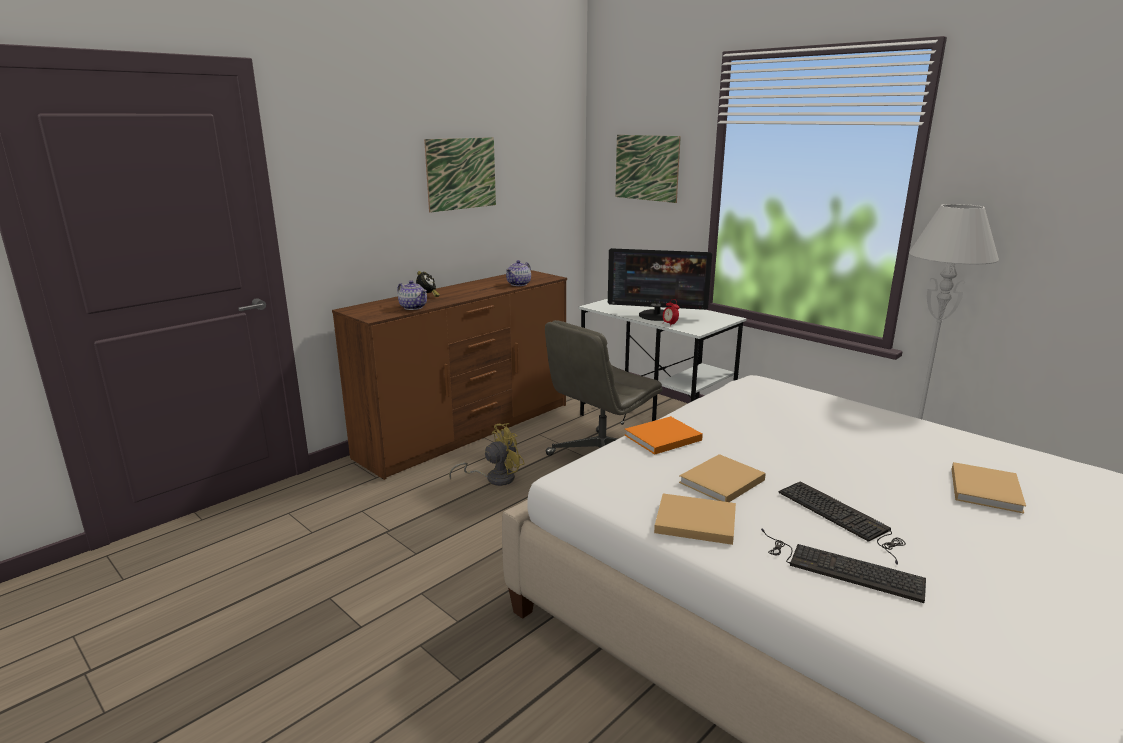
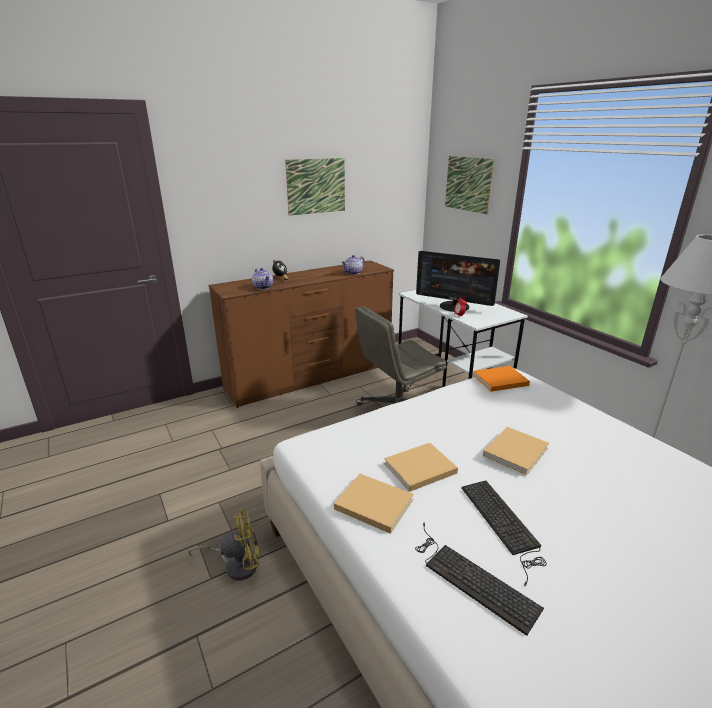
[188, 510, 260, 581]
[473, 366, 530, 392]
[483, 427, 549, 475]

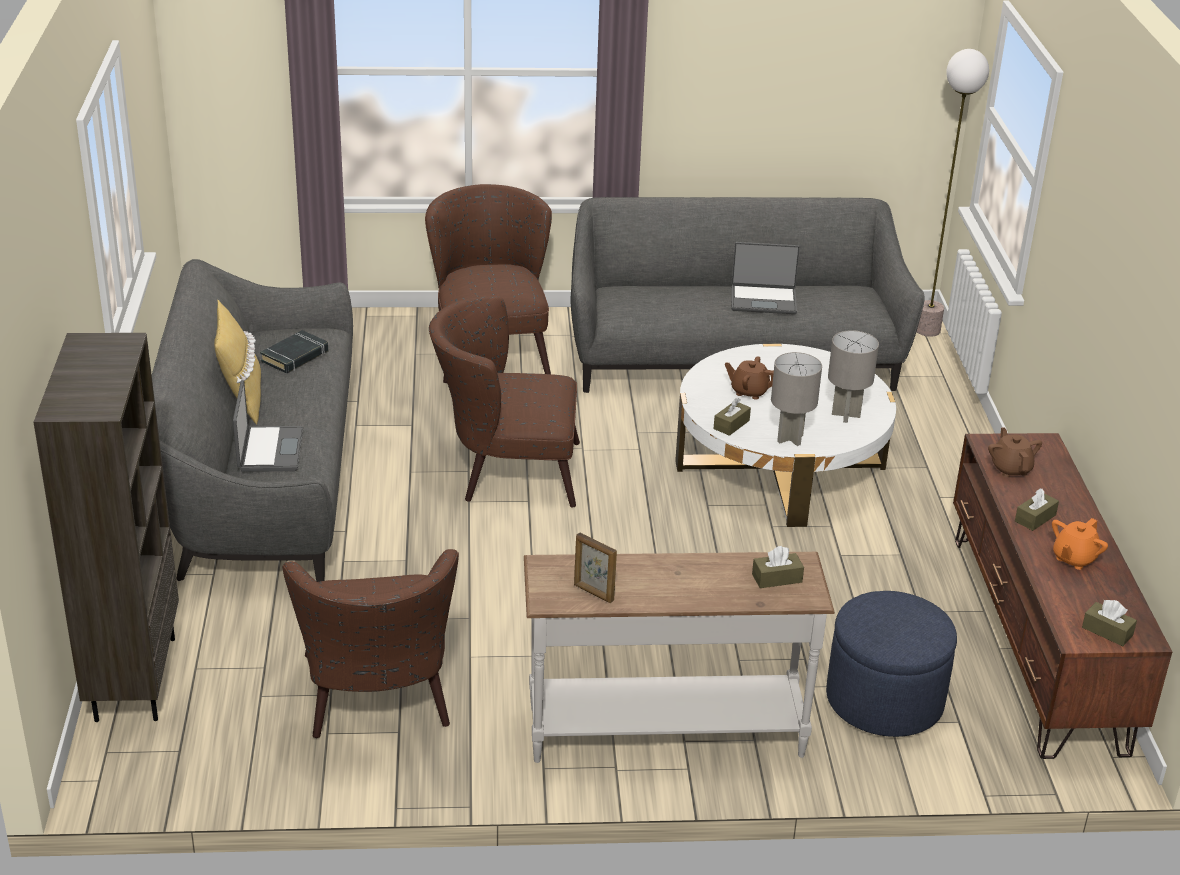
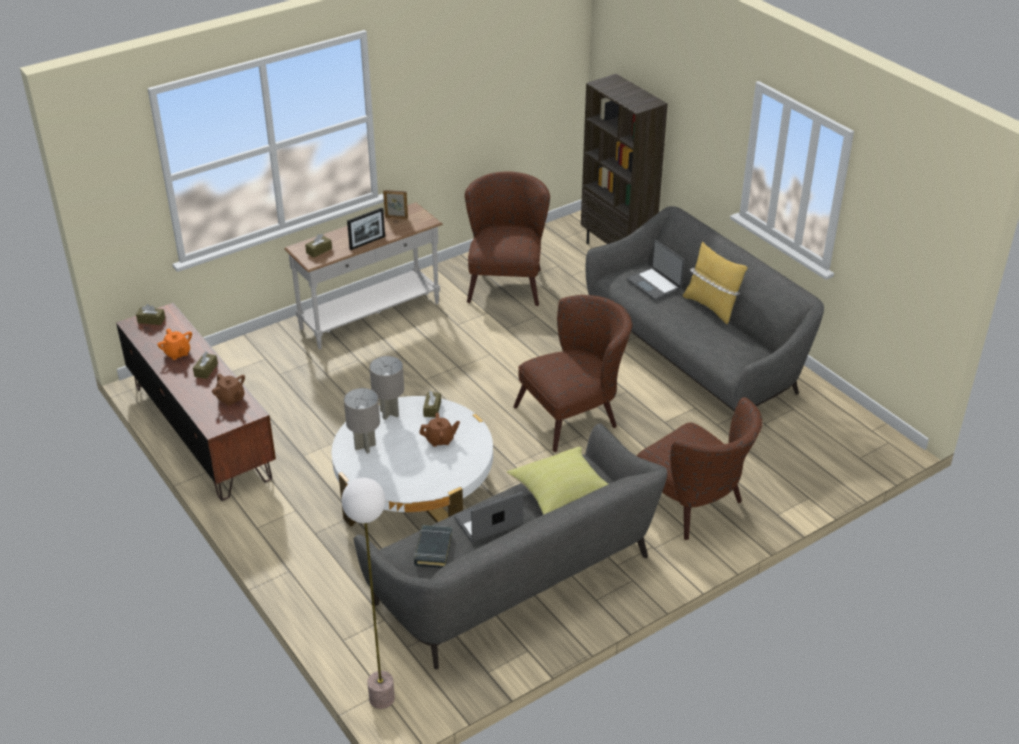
[414, 525, 452, 568]
[465, 171, 550, 306]
[826, 591, 957, 737] (first image)
[157, 328, 192, 360]
[347, 208, 385, 250]
[507, 447, 608, 515]

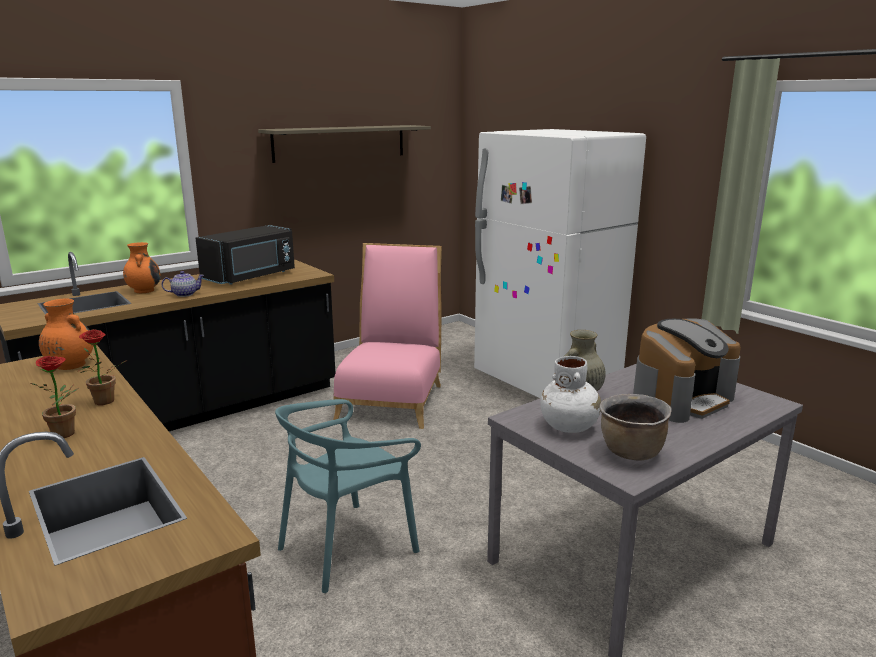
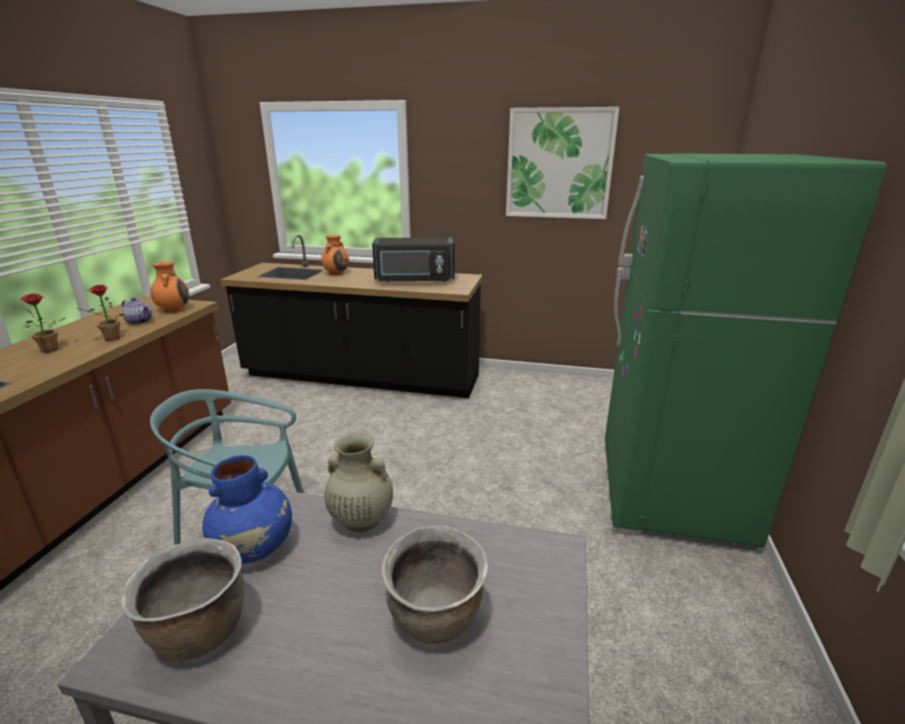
[122, 297, 152, 325]
[506, 107, 619, 219]
[333, 243, 442, 429] (first image)
[605, 153, 887, 551]
[202, 455, 292, 564]
[381, 526, 488, 644]

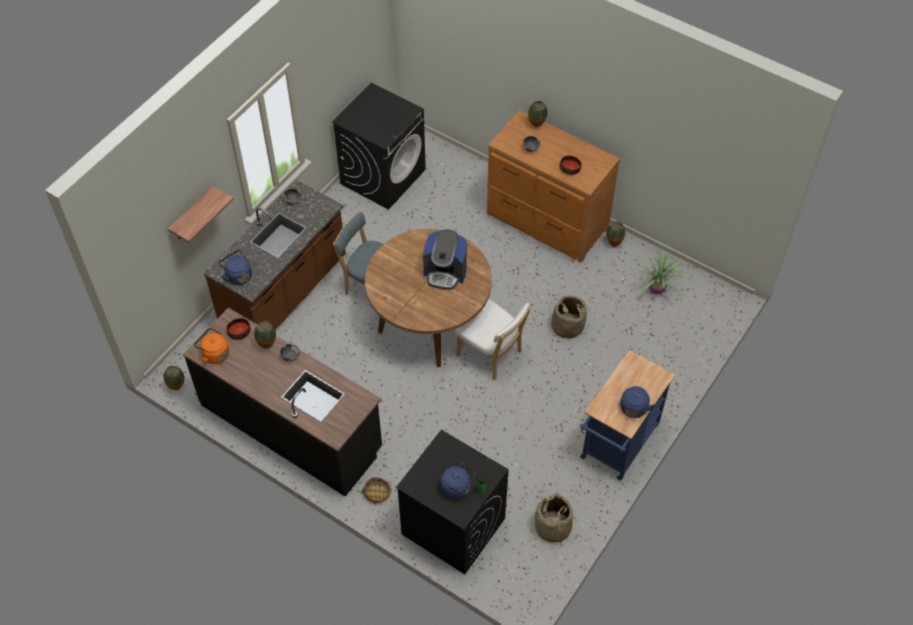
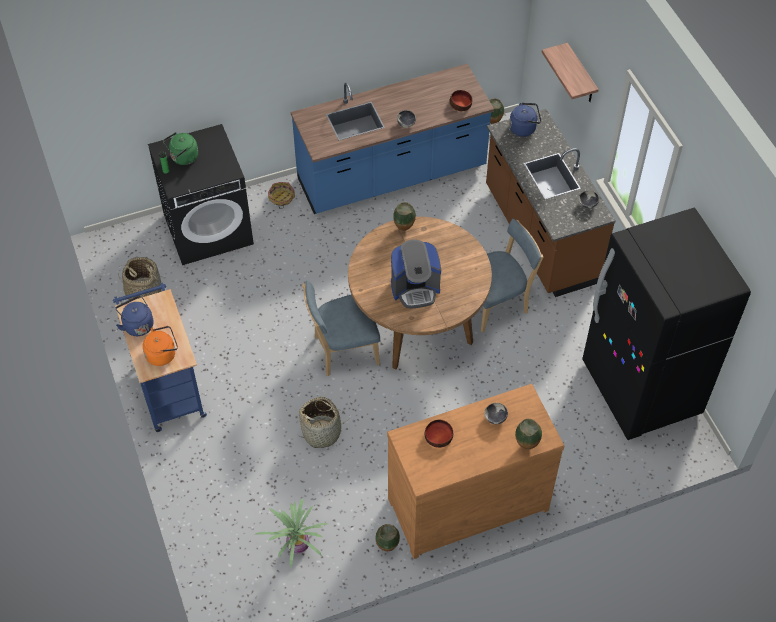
[291, 64, 494, 214]
[143, 326, 178, 366]
[393, 202, 416, 231]
[582, 208, 751, 440]
[391, 239, 441, 308]
[163, 132, 198, 165]
[302, 280, 380, 376]

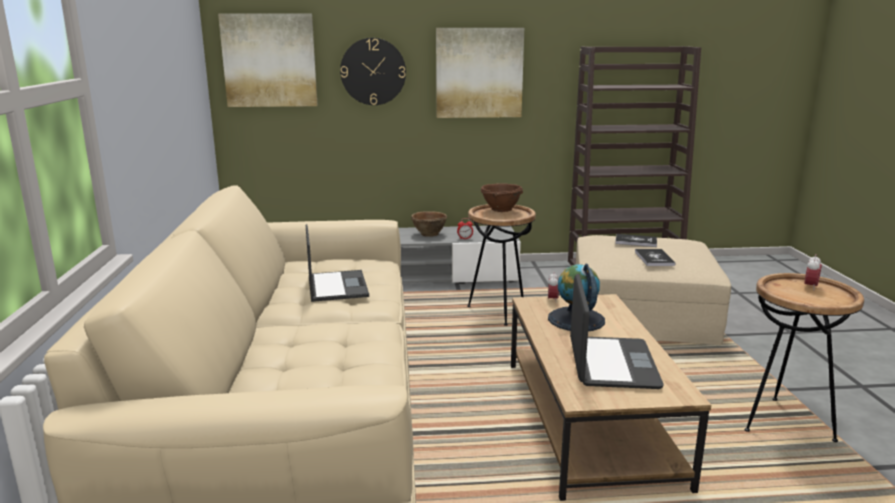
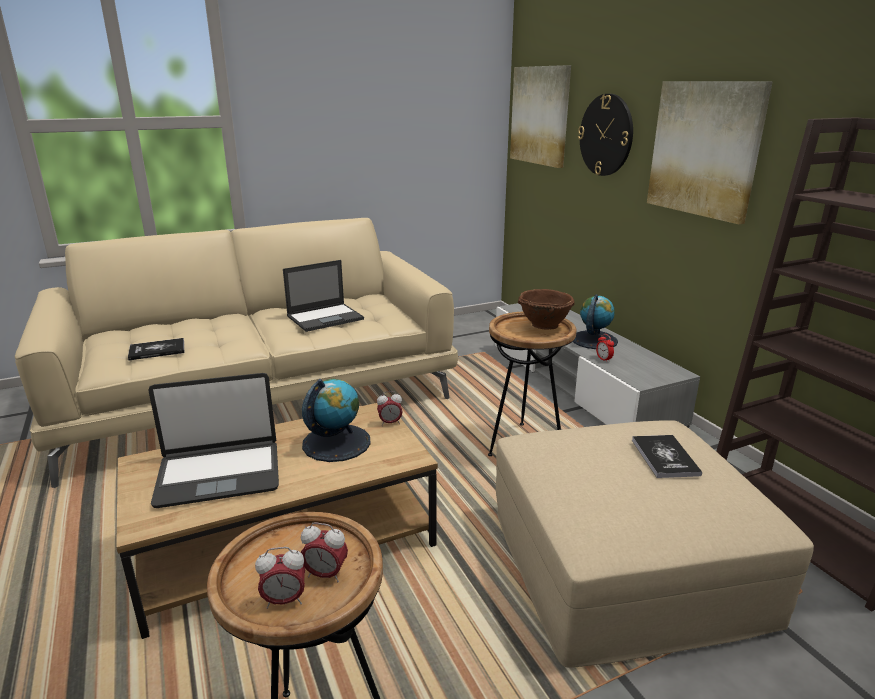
[573, 294, 618, 349]
[128, 338, 184, 360]
[255, 547, 305, 609]

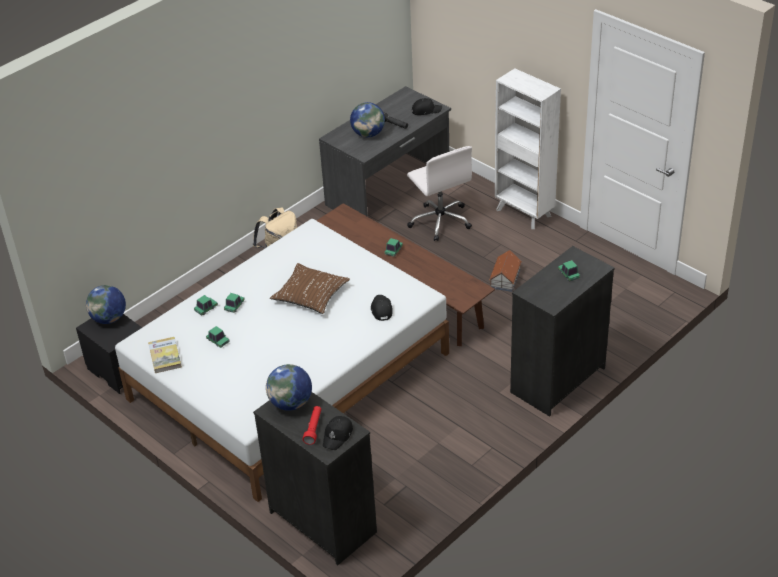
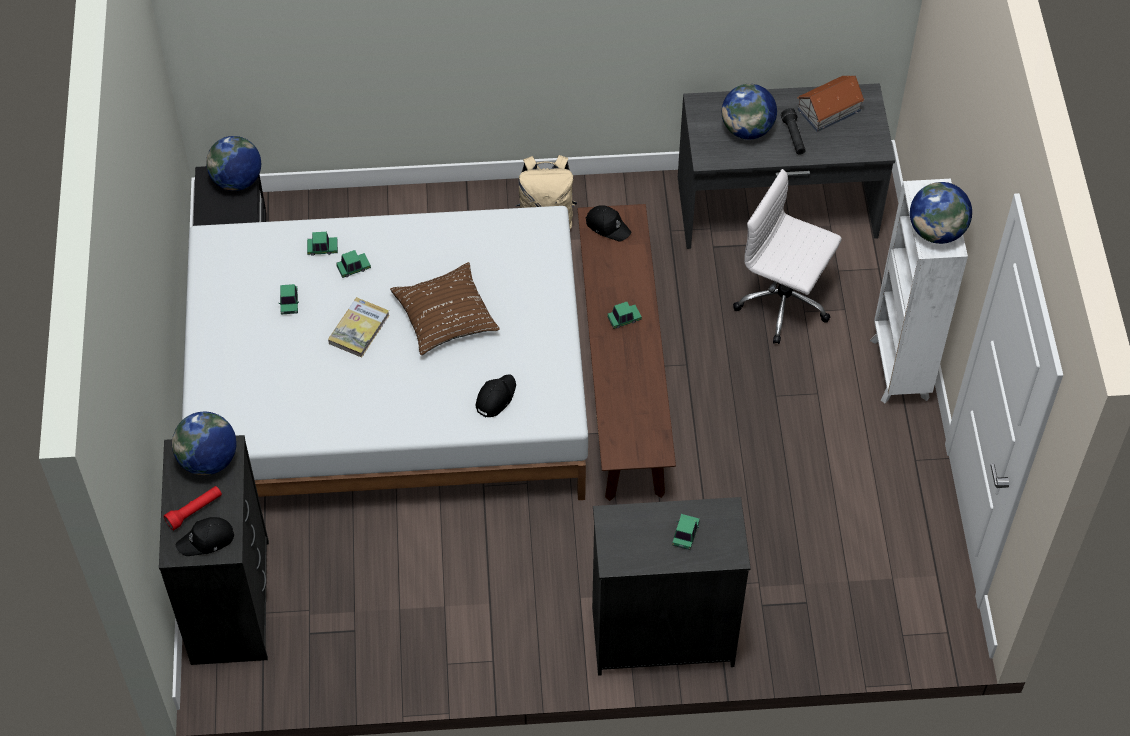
[328, 297, 389, 358]
[733, 169, 842, 344]
[586, 205, 631, 242]
[797, 76, 865, 132]
[910, 182, 972, 244]

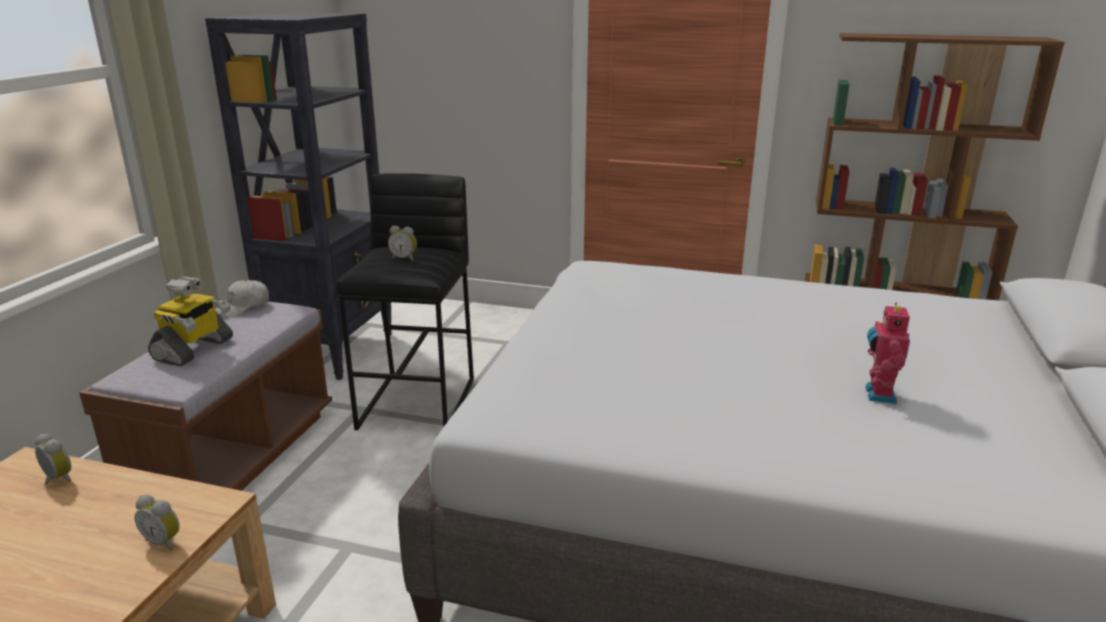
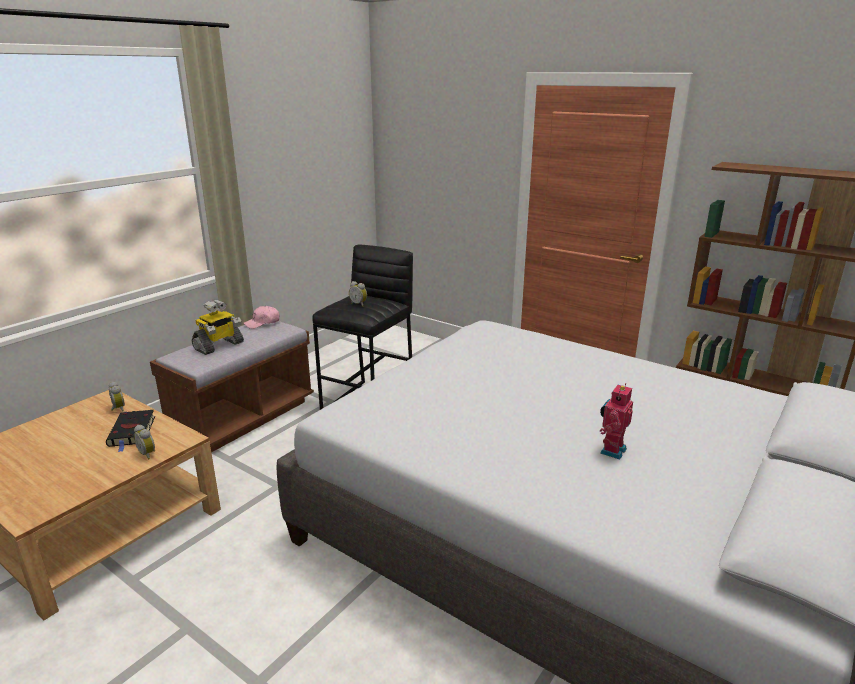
[205, 12, 392, 380] (first image)
[243, 306, 280, 329]
[106, 410, 155, 452]

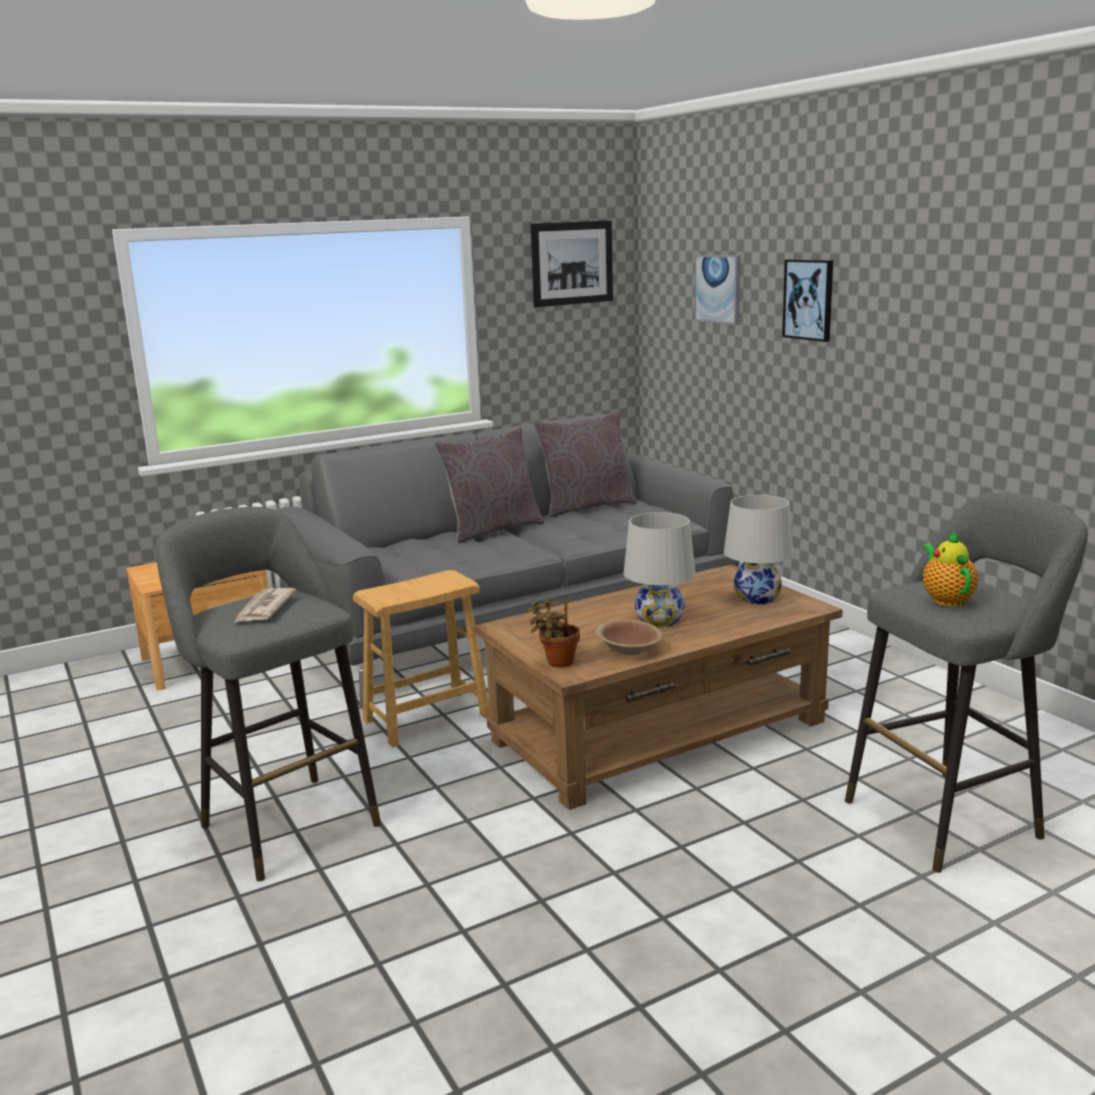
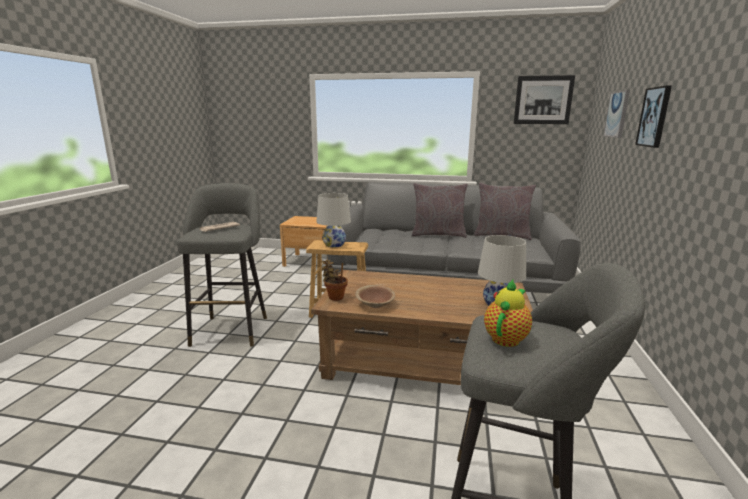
[316, 193, 351, 247]

